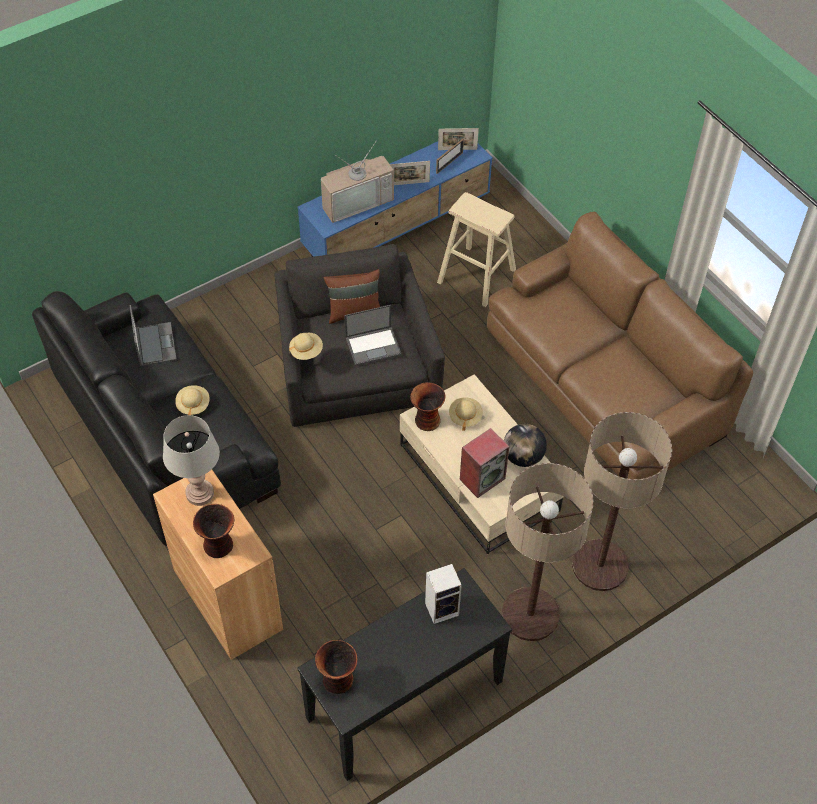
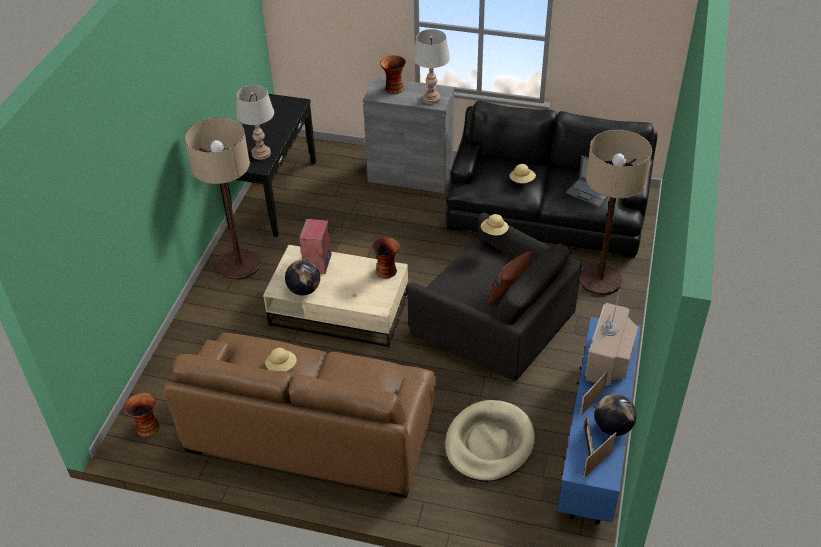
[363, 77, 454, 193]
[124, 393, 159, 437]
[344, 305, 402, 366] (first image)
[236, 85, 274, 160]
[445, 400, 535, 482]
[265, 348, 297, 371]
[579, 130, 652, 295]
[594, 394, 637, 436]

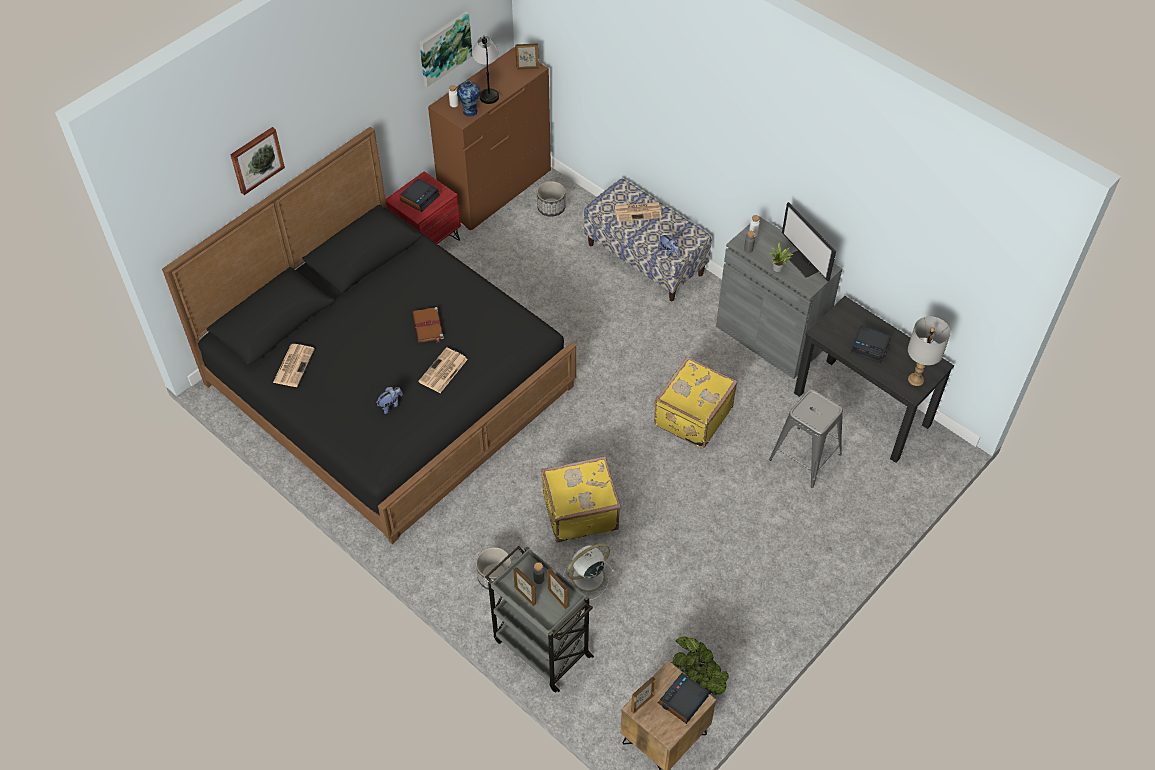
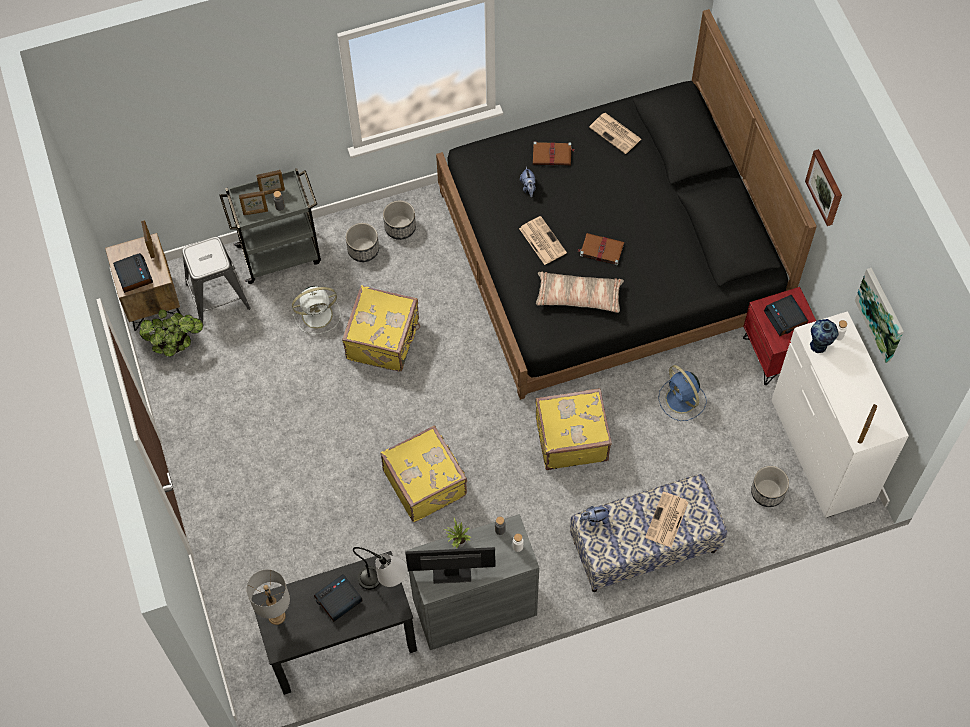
[805, 149, 842, 226]
[772, 311, 909, 518]
[353, 547, 408, 590]
[292, 286, 341, 334]
[182, 237, 250, 323]
[383, 201, 416, 240]
[533, 142, 574, 166]
[535, 388, 612, 470]
[536, 272, 624, 313]
[658, 365, 707, 421]

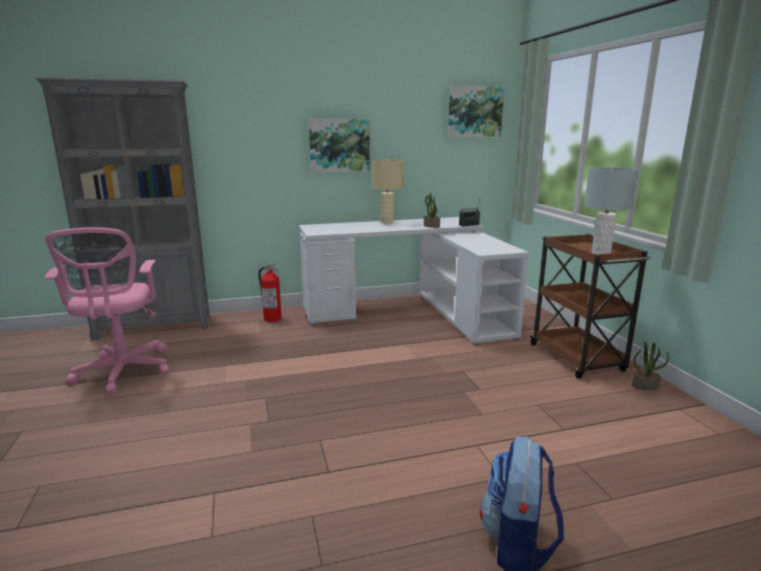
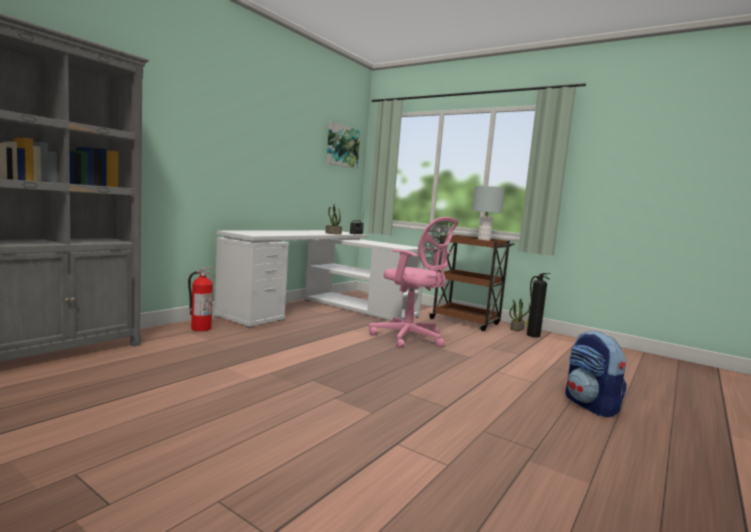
[369, 217, 459, 348]
[309, 119, 370, 173] (first image)
[372, 160, 404, 223] (first image)
[526, 273, 551, 337]

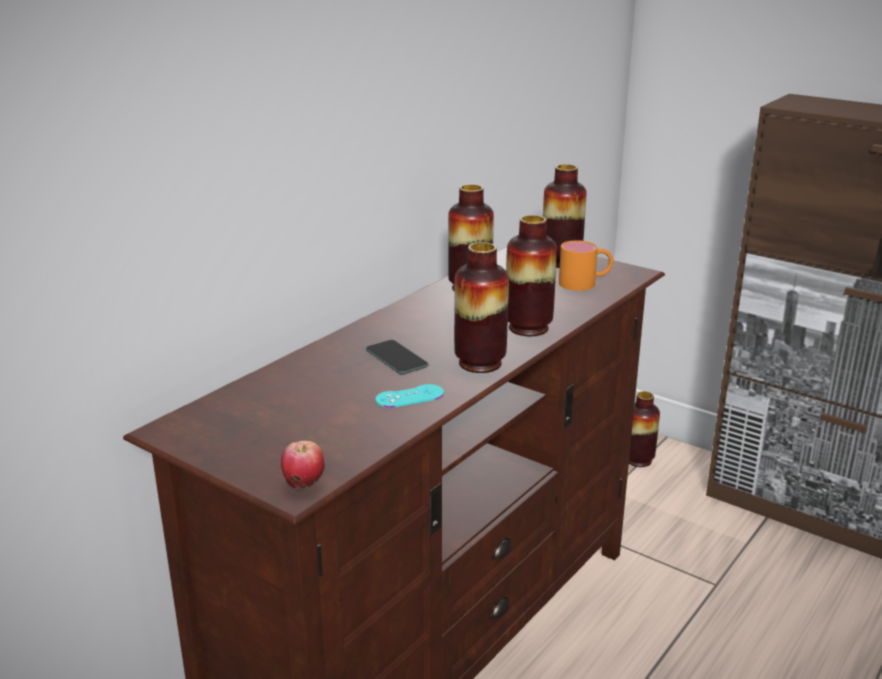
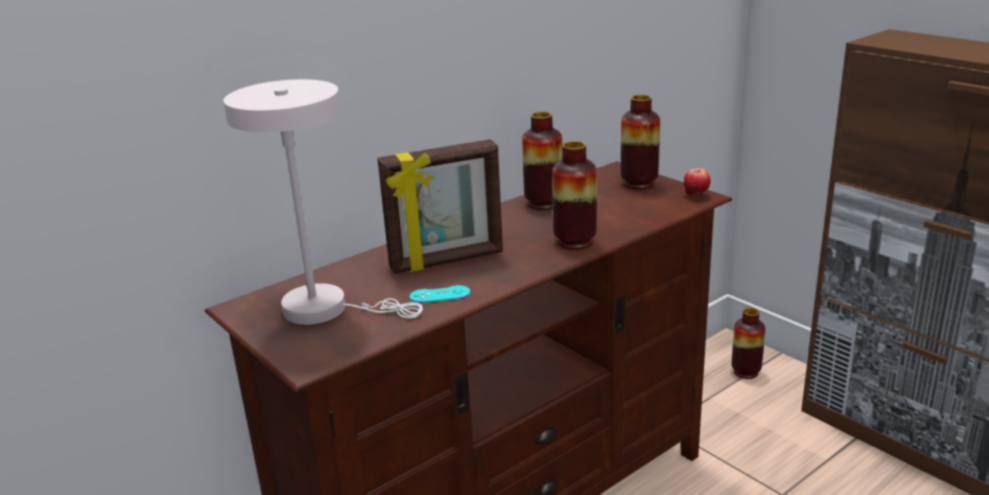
[684, 168, 711, 196]
[377, 139, 503, 274]
[454, 242, 509, 373] (first image)
[559, 240, 613, 291] (first image)
[223, 79, 423, 325]

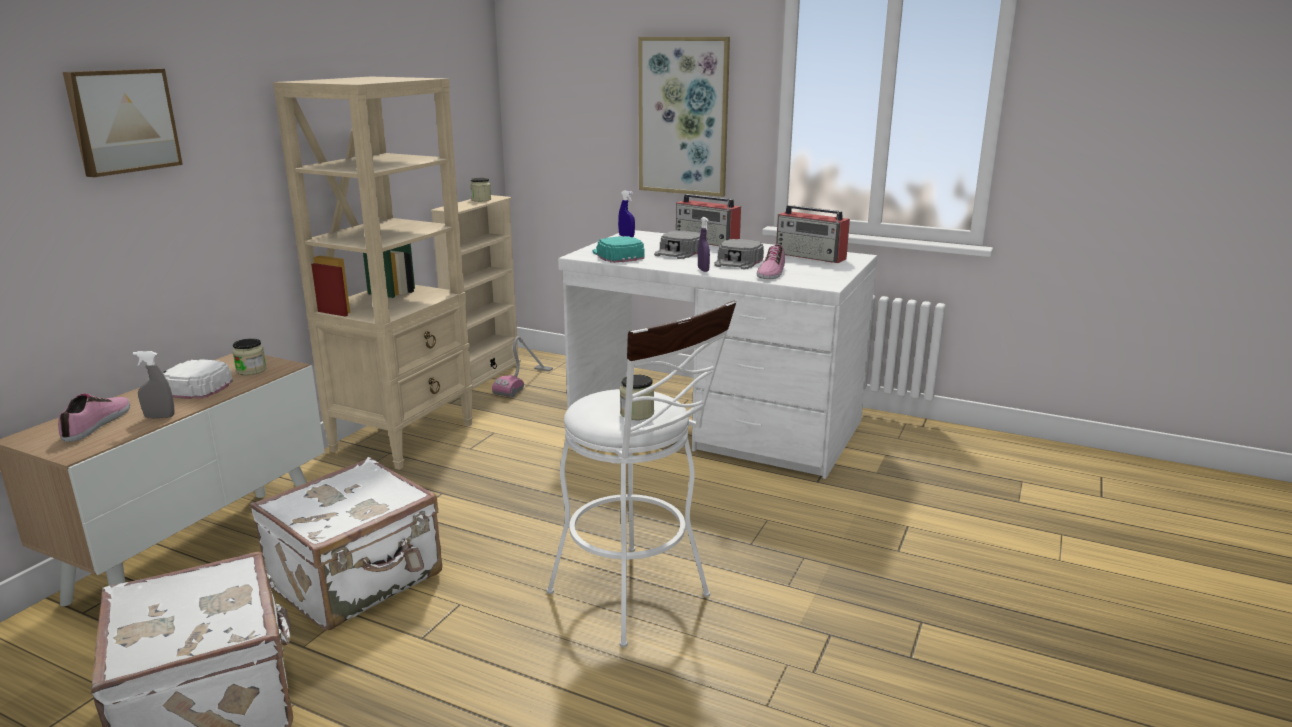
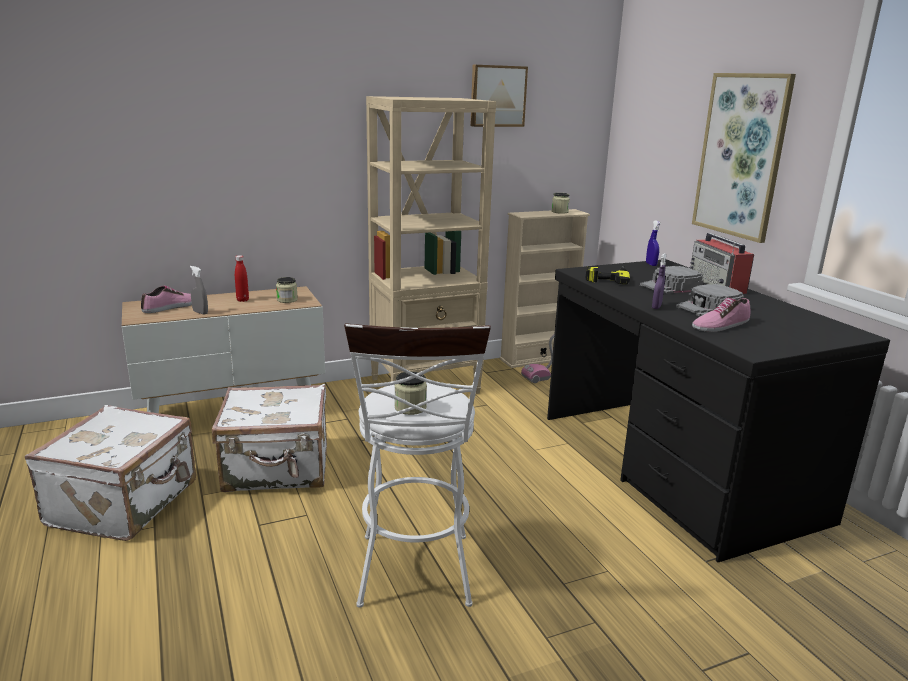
[470, 65, 528, 127]
[235, 255, 249, 302]
[547, 259, 890, 562]
[585, 266, 630, 285]
[776, 205, 850, 263] (first image)

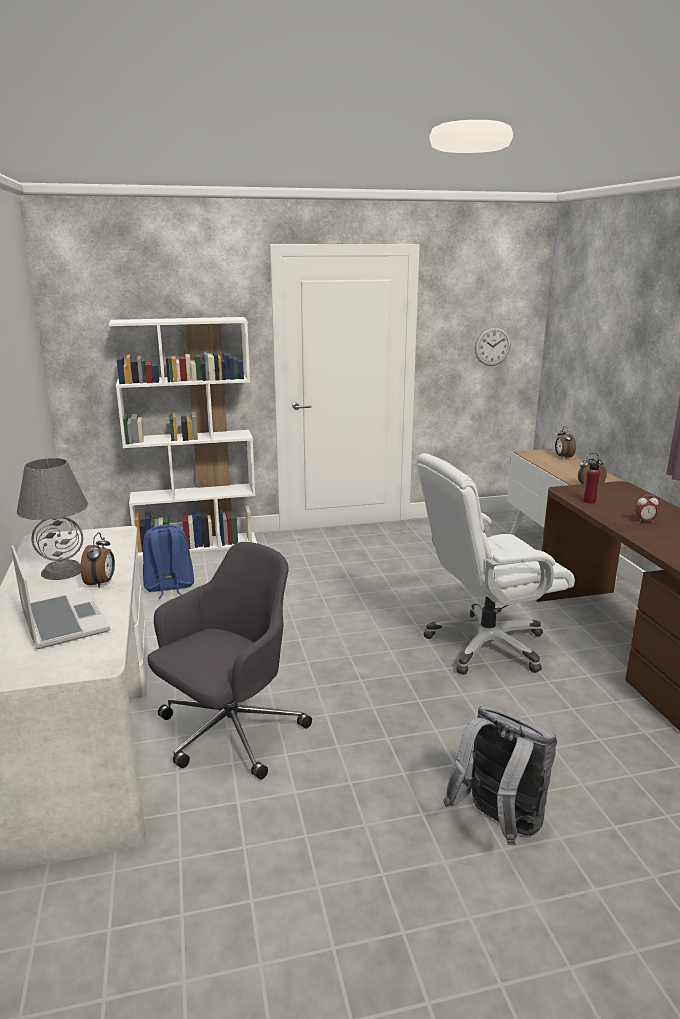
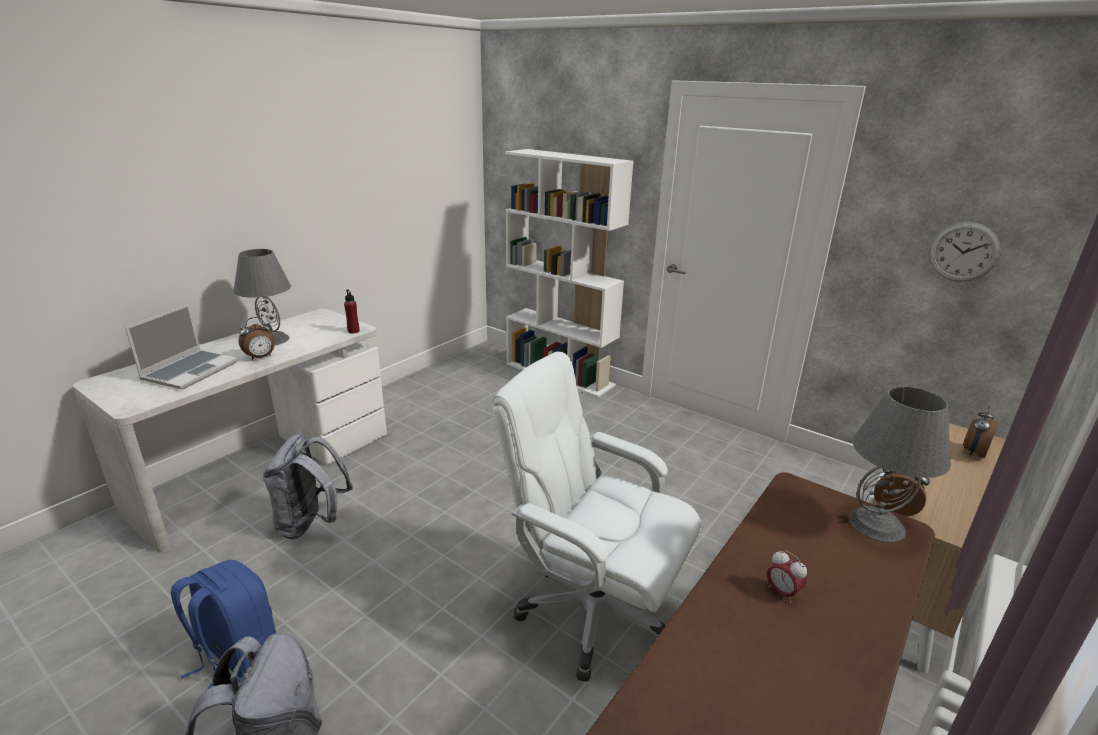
[171, 560, 276, 690]
[263, 433, 353, 539]
[344, 289, 360, 334]
[849, 386, 951, 542]

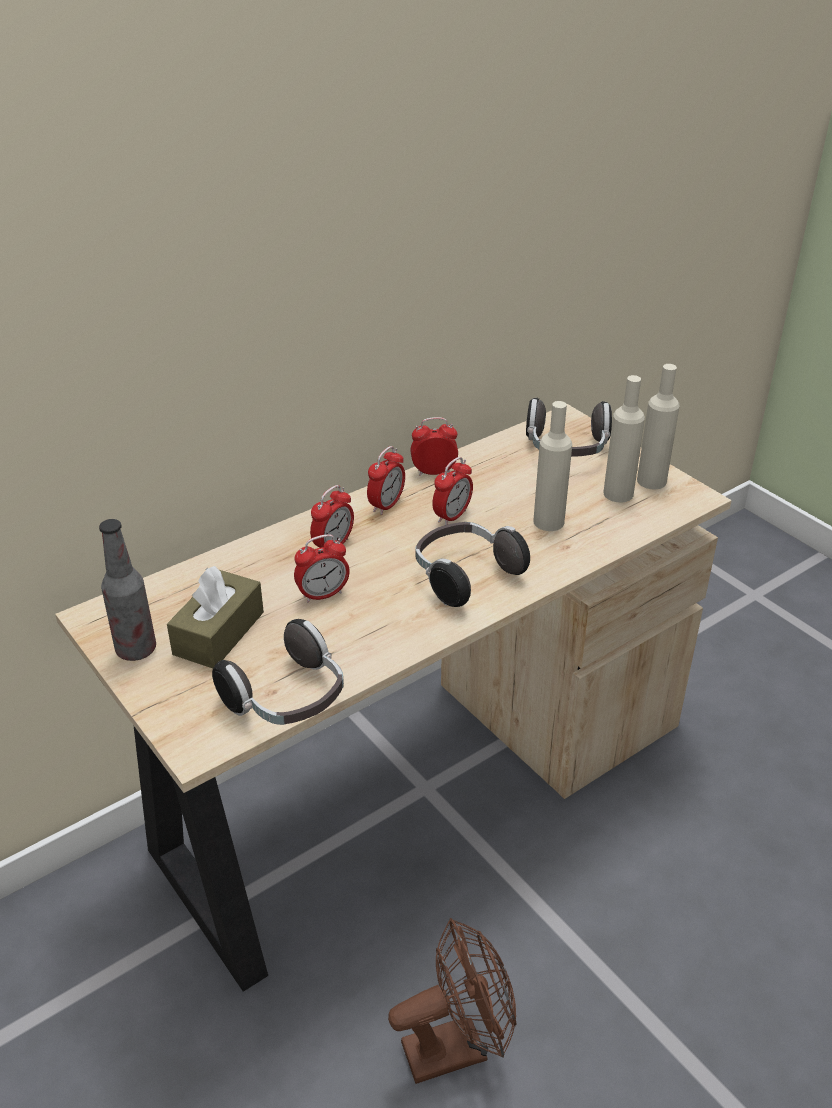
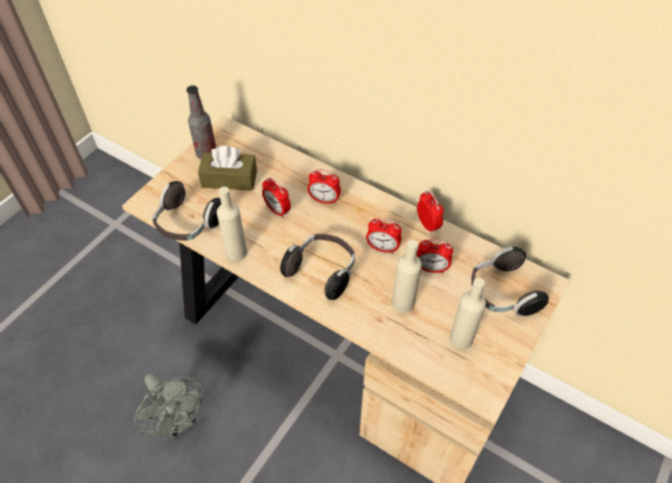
[416, 239, 453, 274]
[134, 373, 204, 439]
[217, 187, 247, 261]

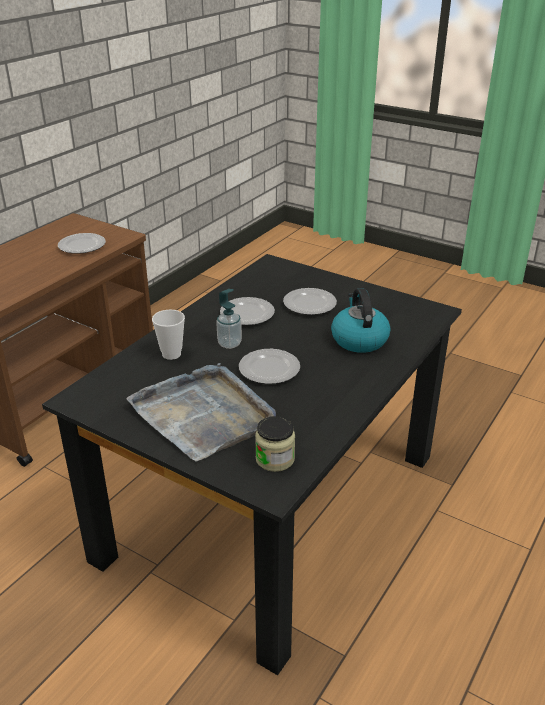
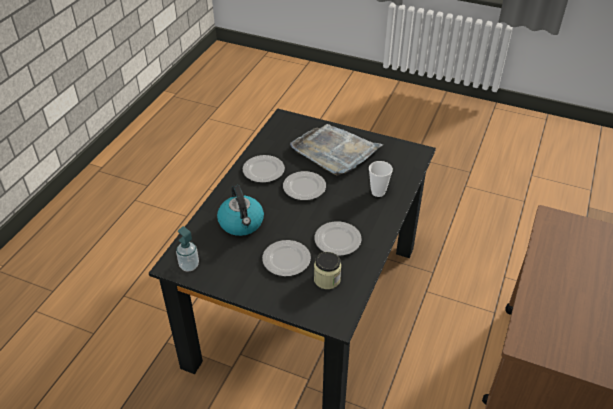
[242, 155, 285, 183]
[176, 226, 199, 271]
[314, 252, 341, 289]

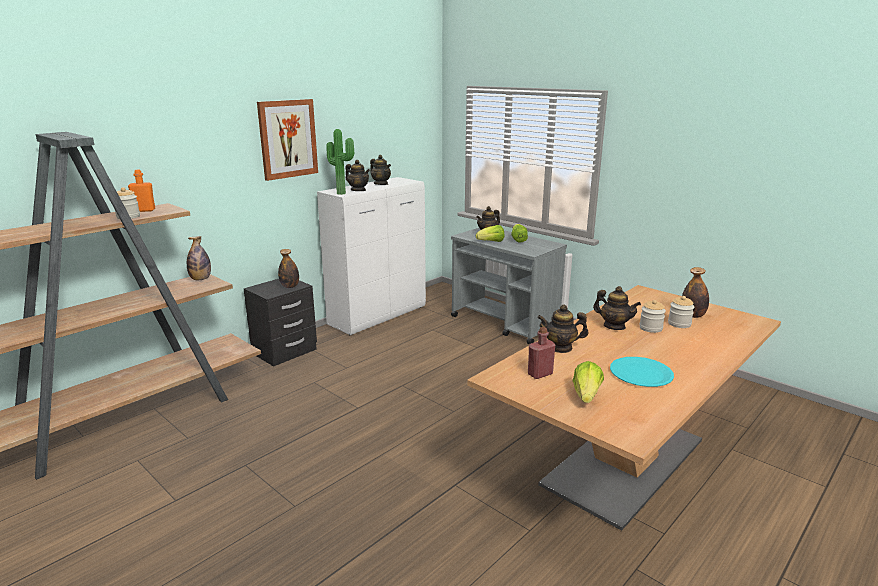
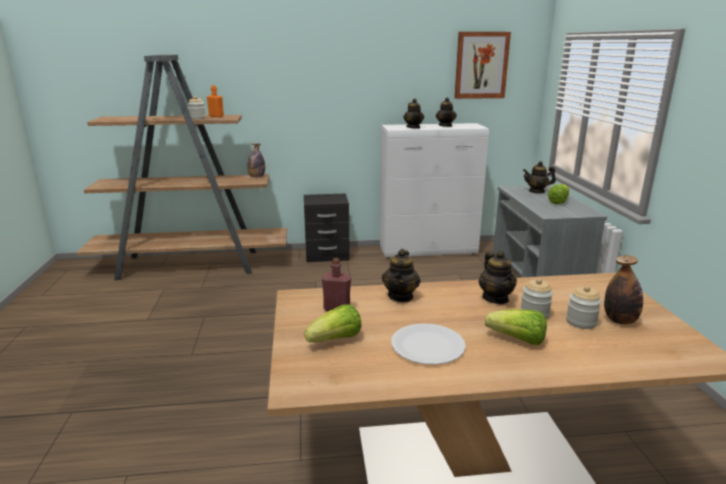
[454, 32, 511, 99]
[278, 249, 299, 288] (first image)
[326, 129, 354, 195] (first image)
[485, 309, 547, 345]
[382, 249, 421, 302]
[391, 323, 466, 365]

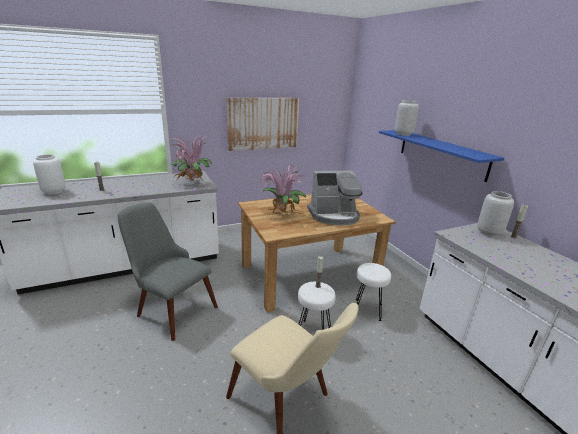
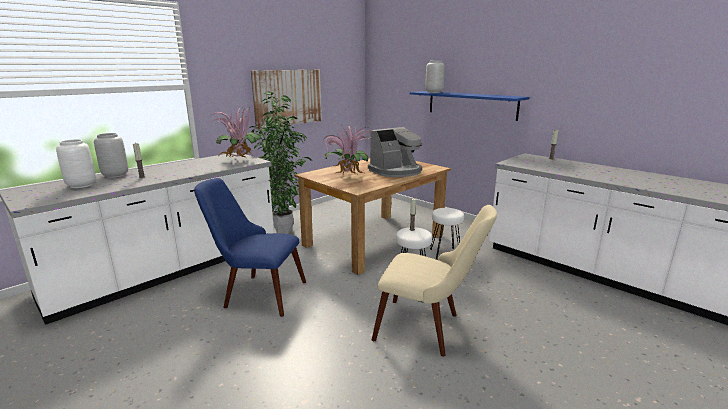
[194, 178, 306, 317]
[94, 133, 128, 178]
[249, 91, 312, 234]

